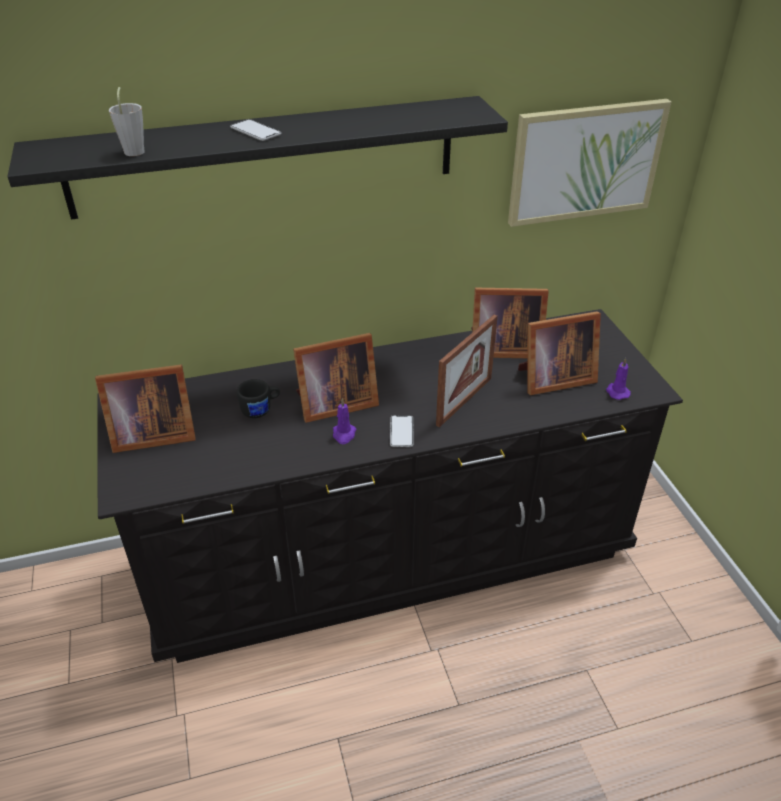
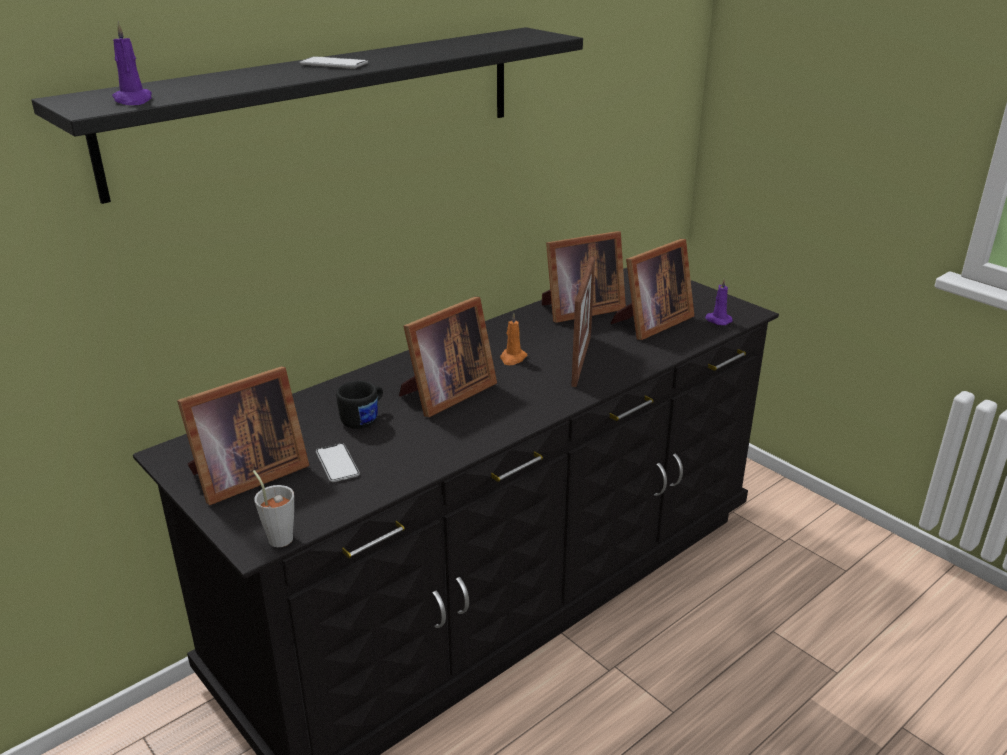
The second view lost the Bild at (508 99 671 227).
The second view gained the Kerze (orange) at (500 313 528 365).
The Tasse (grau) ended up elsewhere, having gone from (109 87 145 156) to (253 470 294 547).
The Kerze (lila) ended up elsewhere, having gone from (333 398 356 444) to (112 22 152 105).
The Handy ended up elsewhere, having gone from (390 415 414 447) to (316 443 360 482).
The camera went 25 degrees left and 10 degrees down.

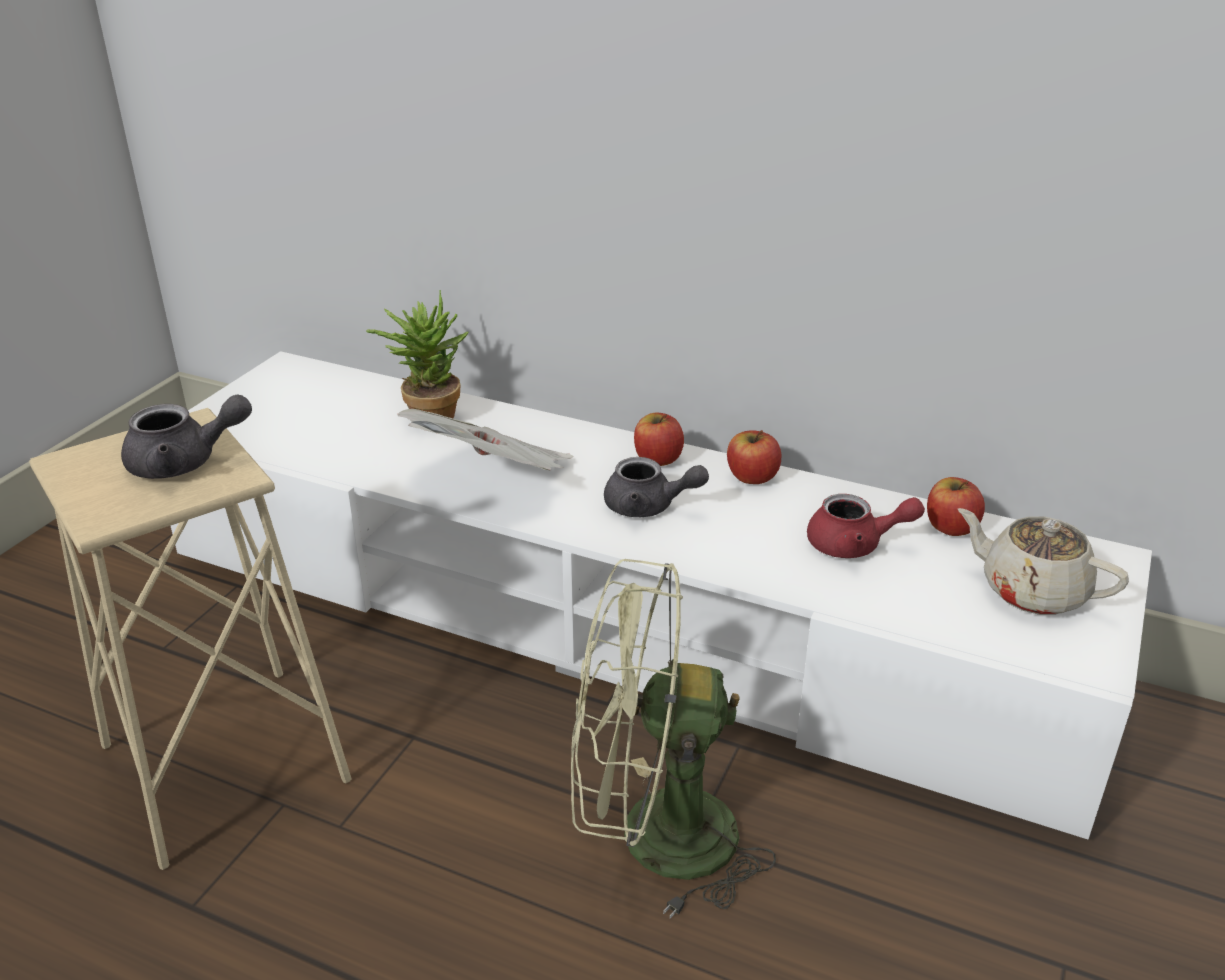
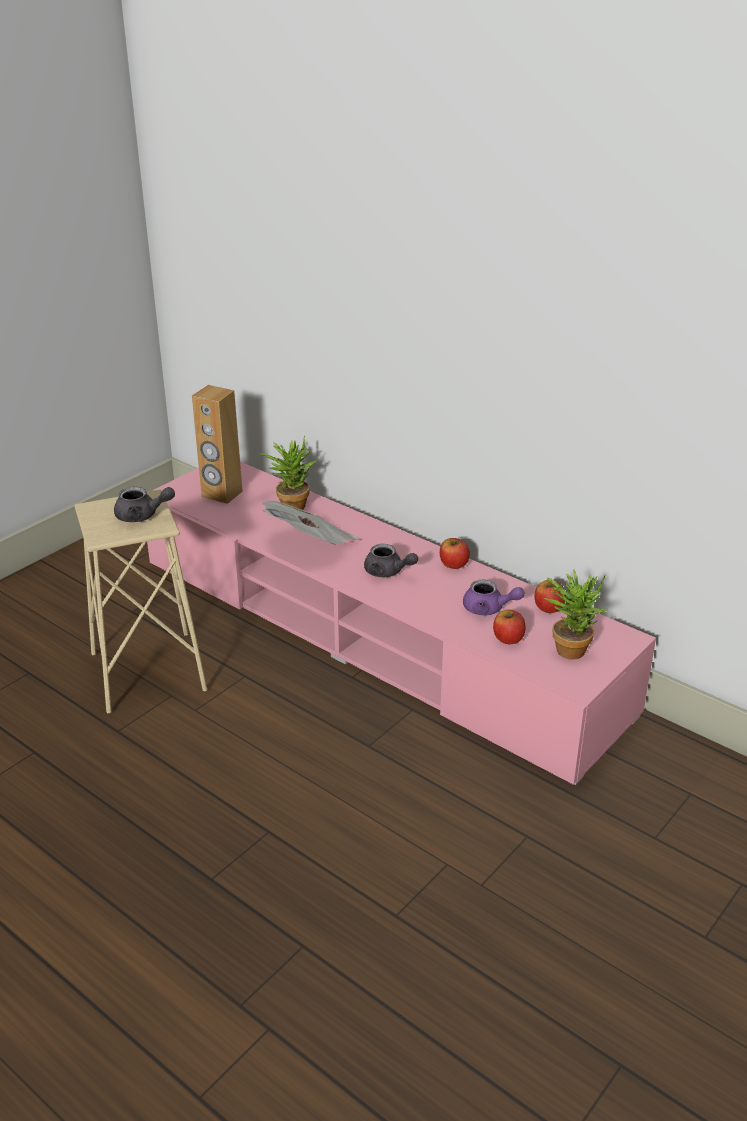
The second view lost the Ventilator (grün) at (571 559 776 919).
The second view gained the Lautsprecher (braun) at (192 385 243 504).
The Apfel ended up elsewhere, having gone from (634 413 684 466) to (493 609 526 644).
Where the Teekanne (beige) stood at (958 508 1129 615), the Topfpflanze came to stand at (544 570 607 660).
What was the Fernsehschrank (weiß) at (171 351 1152 839) turned into the Fernsehschrank (rosa) at (147 462 656 785).
What was the Teekanne (rot) at (807 494 925 558) turned into the Teekanne (lila) at (463 580 525 615).
The camera went 15 degrees right and 0 degrees up.

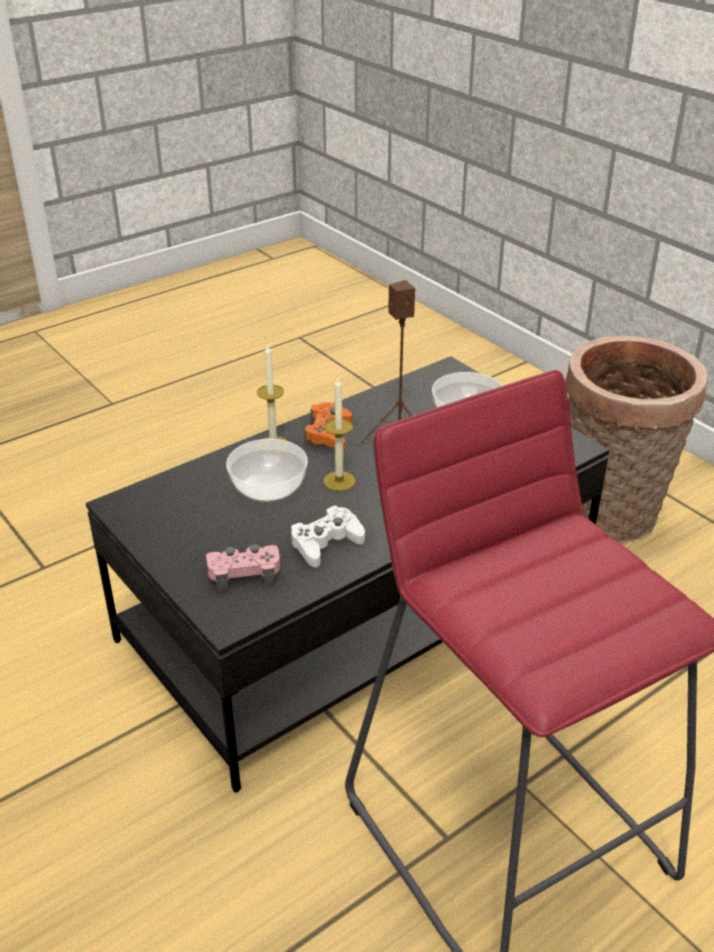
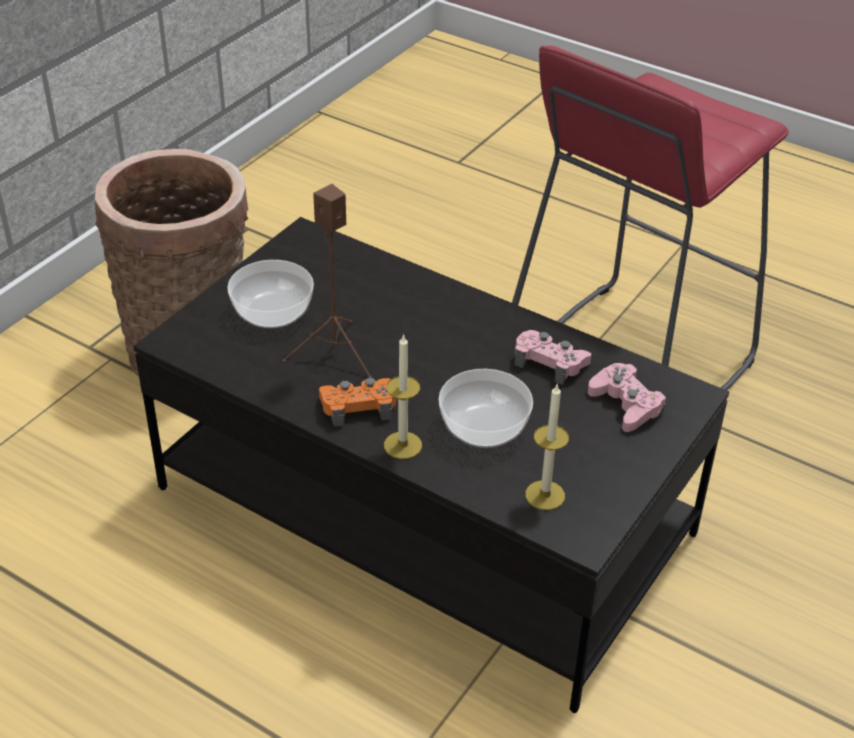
The Kerze ended up elsewhere, having gone from (323 378 355 491) to (525 383 569 510).
What was the Gamepad (weiß) at (291 506 365 567) turned into the Gamepad (rosa) at (514 330 591 385).
The camera went 110 degrees left and 5 degrees up.

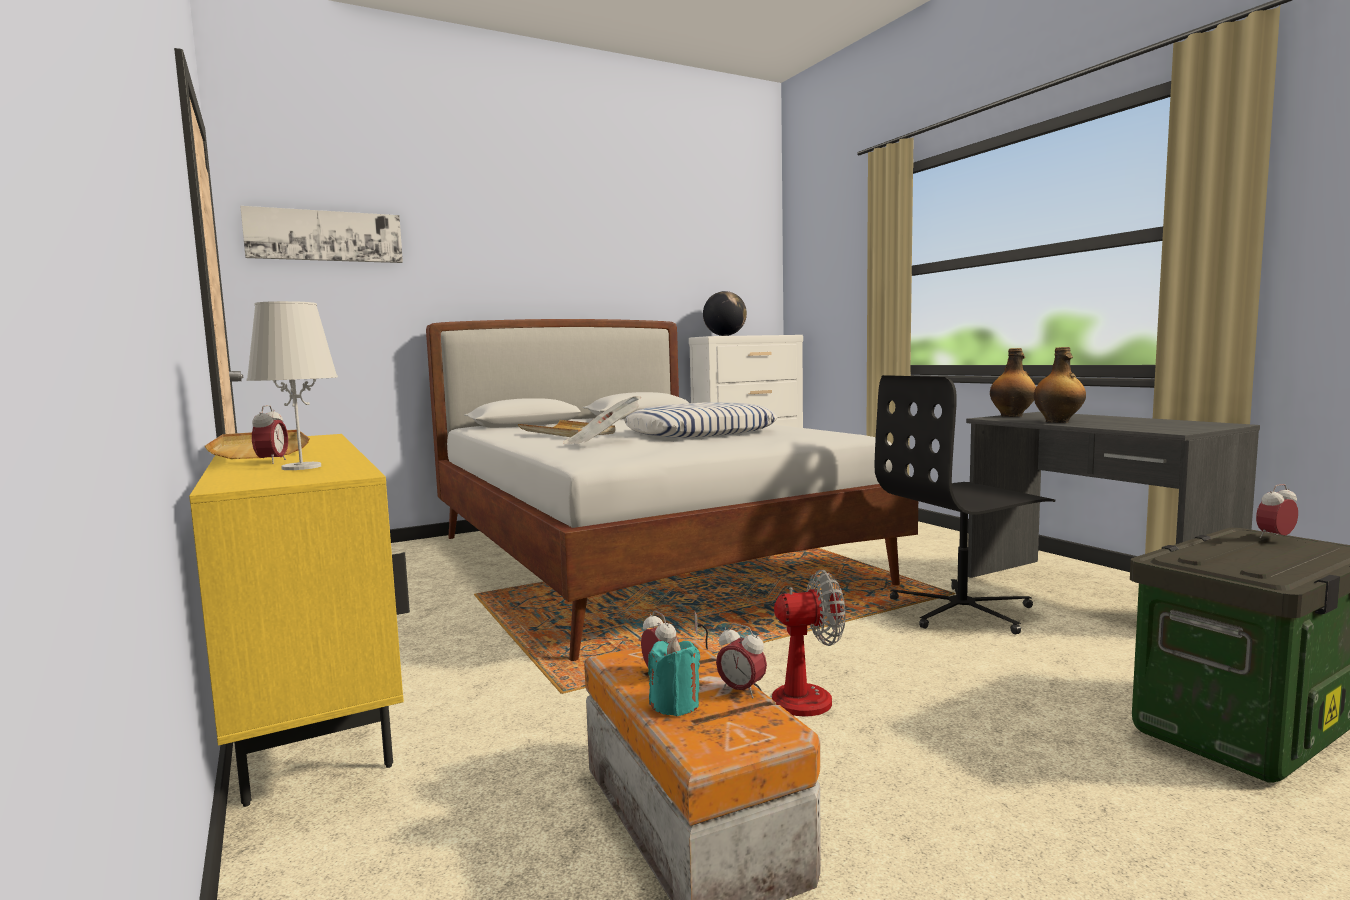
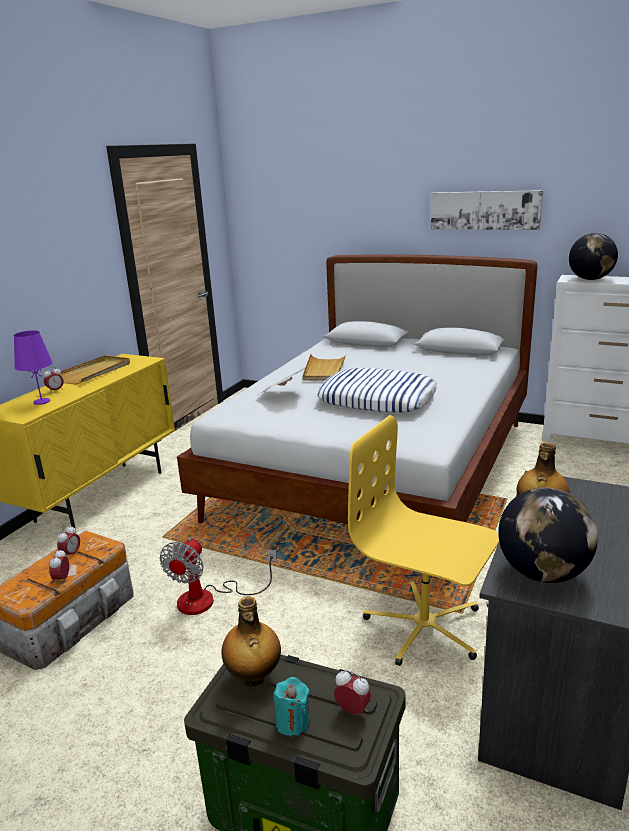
The second view gained the Globus at (498 487 598 583).
The Bild ended up elsewhere, having gone from (240 206 403 263) to (431 190 543 230).
The Kerze (türkis) ended up elsewhere, having gone from (648 637 700 716) to (273 677 310 736).
The Flasche ended up elsewhere, having gone from (990 348 1036 417) to (221 597 281 687).
What was the Tischlampe (weiß) at (246 301 338 470) turned into the Tischlampe (lila) at (14 330 53 405).
What was the Bürostuhl (schwarz) at (875 375 1055 634) turned into the Bürostuhl (gelb) at (348 415 499 666).
The Ventilator at (694 570 846 717) ended up facing another way, 60 degrees clockwise from before.
The camera went 55 degrees right and 15 degrees up.

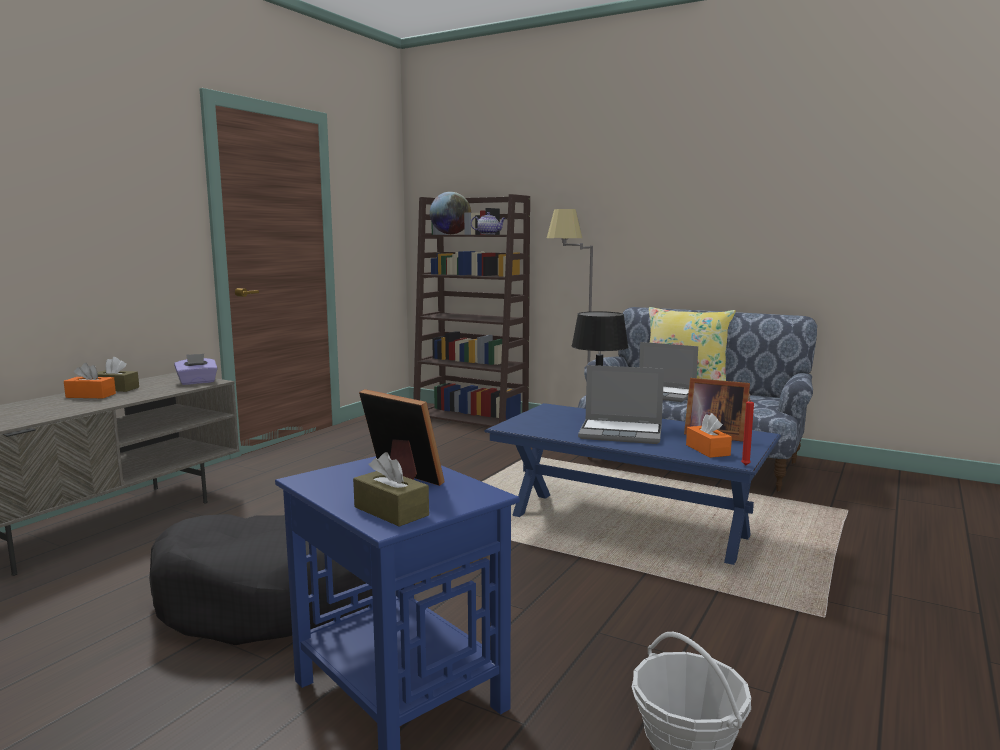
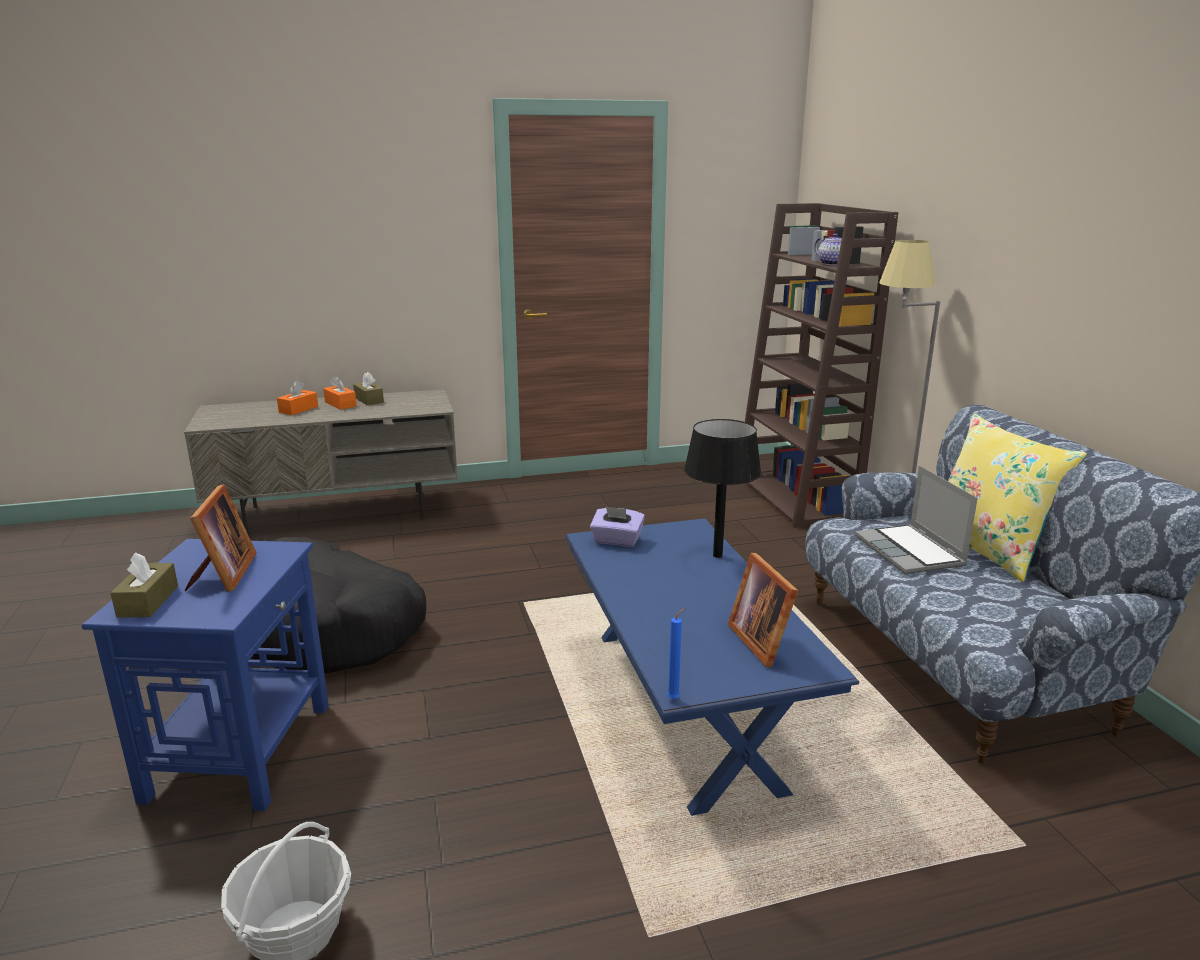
The second view lost the Globus at (430 192 471 234).
The second view lost the Laptop at (578 365 664 444).
The Taschentuchbox (lila) ended up elsewhere, having gone from (174 354 218 385) to (590 506 645 547).
The Taschentuchbox (orange) ended up elsewhere, having gone from (686 413 732 458) to (277 381 318 415).
What was the Kerze (rot) at (741 393 754 466) turned into the Kerze (blau) at (667 608 685 700).
The camera went 45 degrees right and 10 degrees up.

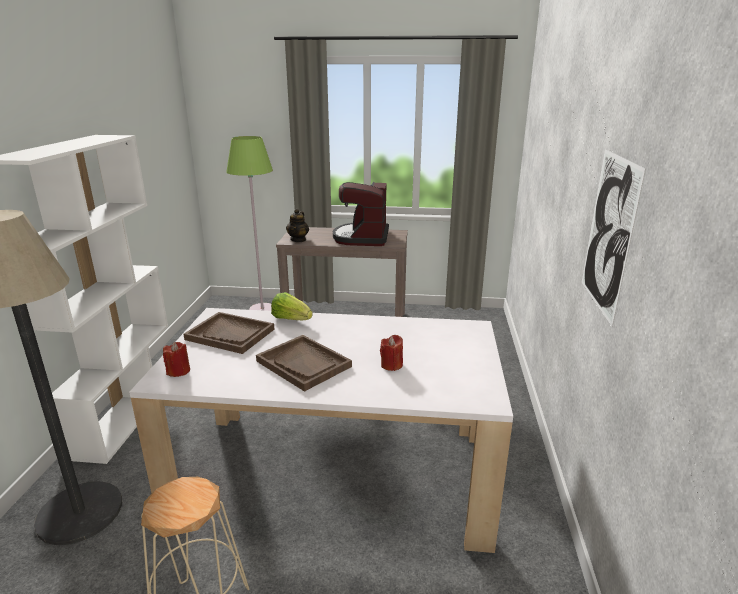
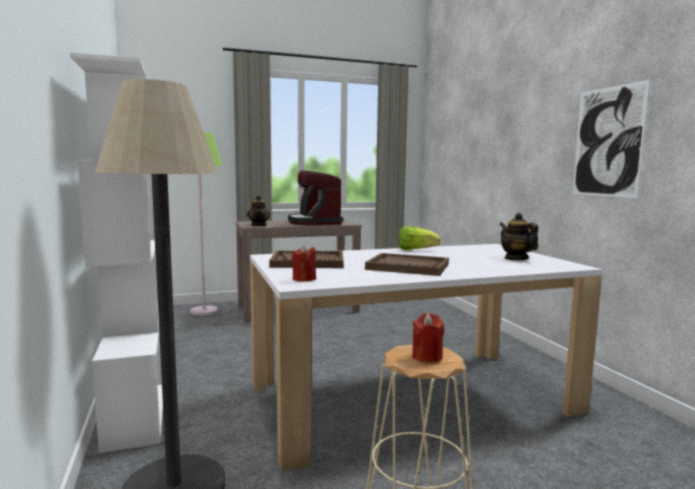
The second view gained the Teekanne at (500 213 538 260).
The Salatkopf ended up elsewhere, having gone from (271 292 313 320) to (398 226 441 250).
The Kerze (rot) ended up elsewhere, having gone from (380 335 403 371) to (412 313 444 362).
The camera went 25 degrees left and 15 degrees down.

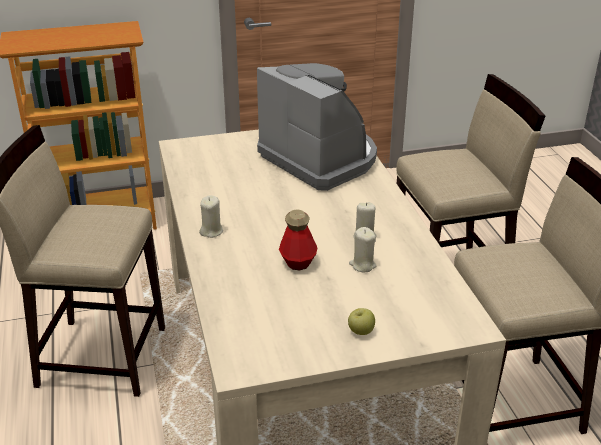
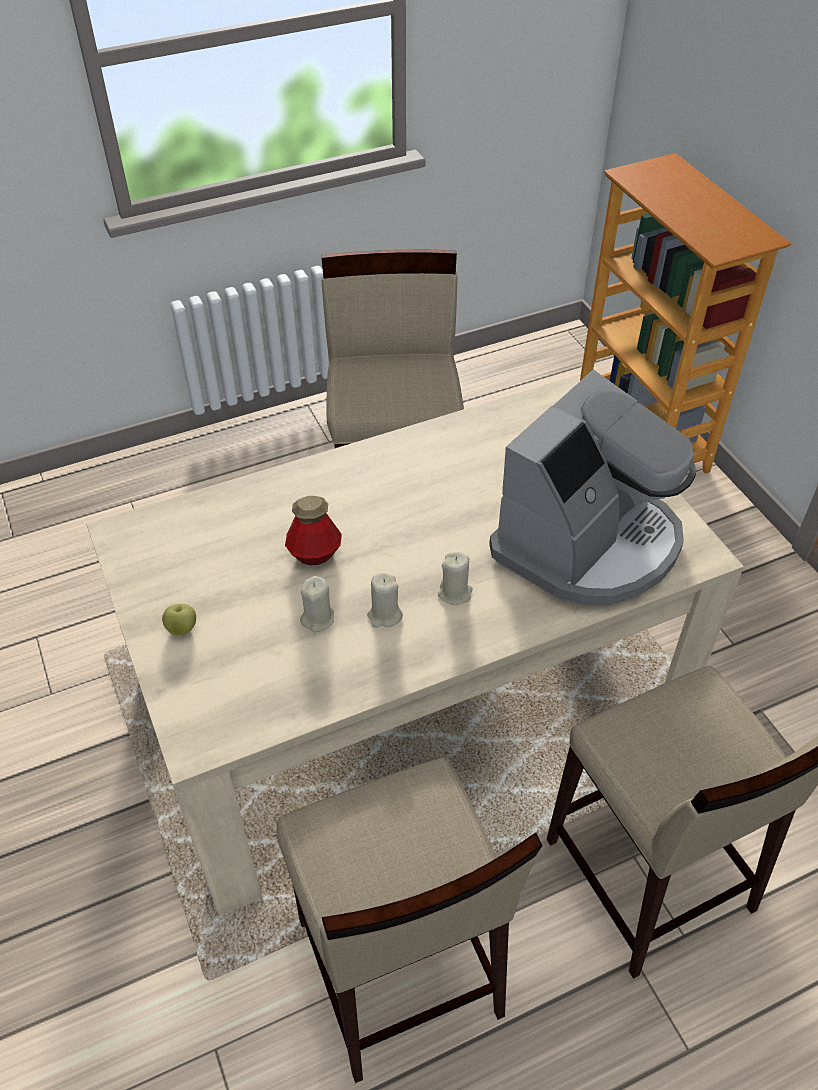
The Kerze (beige) ended up elsewhere, having gone from (199 196 223 238) to (438 552 473 605).
The camera went 80 degrees right and 15 degrees up.

